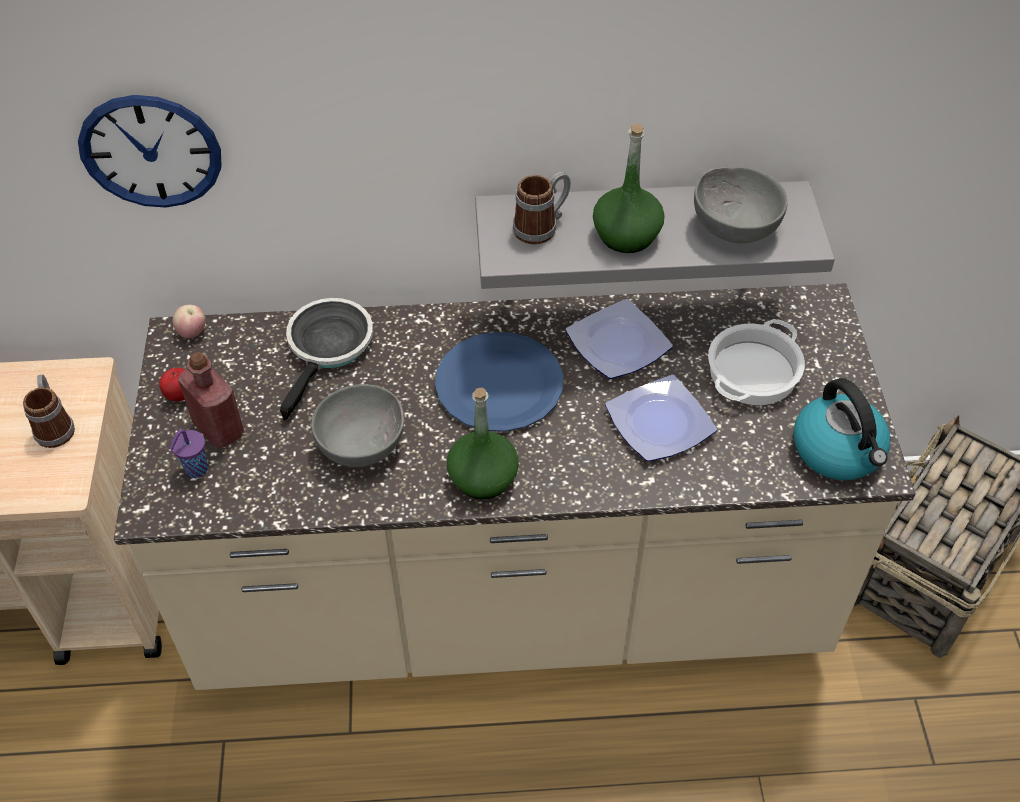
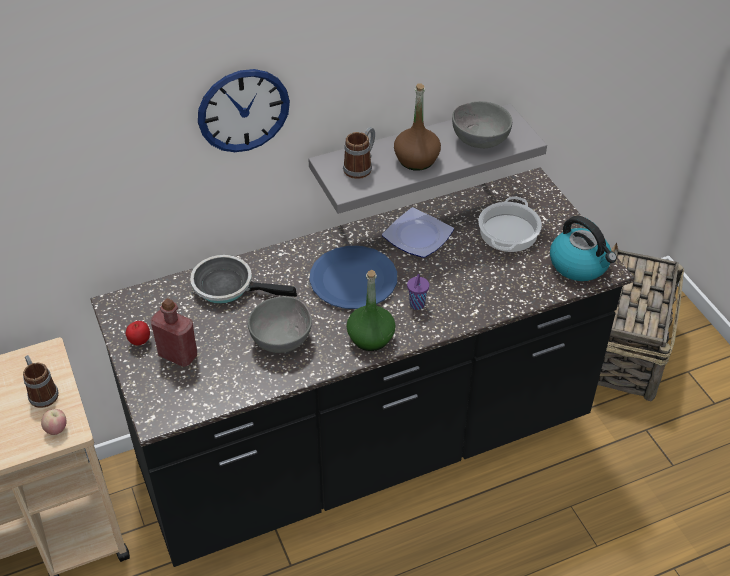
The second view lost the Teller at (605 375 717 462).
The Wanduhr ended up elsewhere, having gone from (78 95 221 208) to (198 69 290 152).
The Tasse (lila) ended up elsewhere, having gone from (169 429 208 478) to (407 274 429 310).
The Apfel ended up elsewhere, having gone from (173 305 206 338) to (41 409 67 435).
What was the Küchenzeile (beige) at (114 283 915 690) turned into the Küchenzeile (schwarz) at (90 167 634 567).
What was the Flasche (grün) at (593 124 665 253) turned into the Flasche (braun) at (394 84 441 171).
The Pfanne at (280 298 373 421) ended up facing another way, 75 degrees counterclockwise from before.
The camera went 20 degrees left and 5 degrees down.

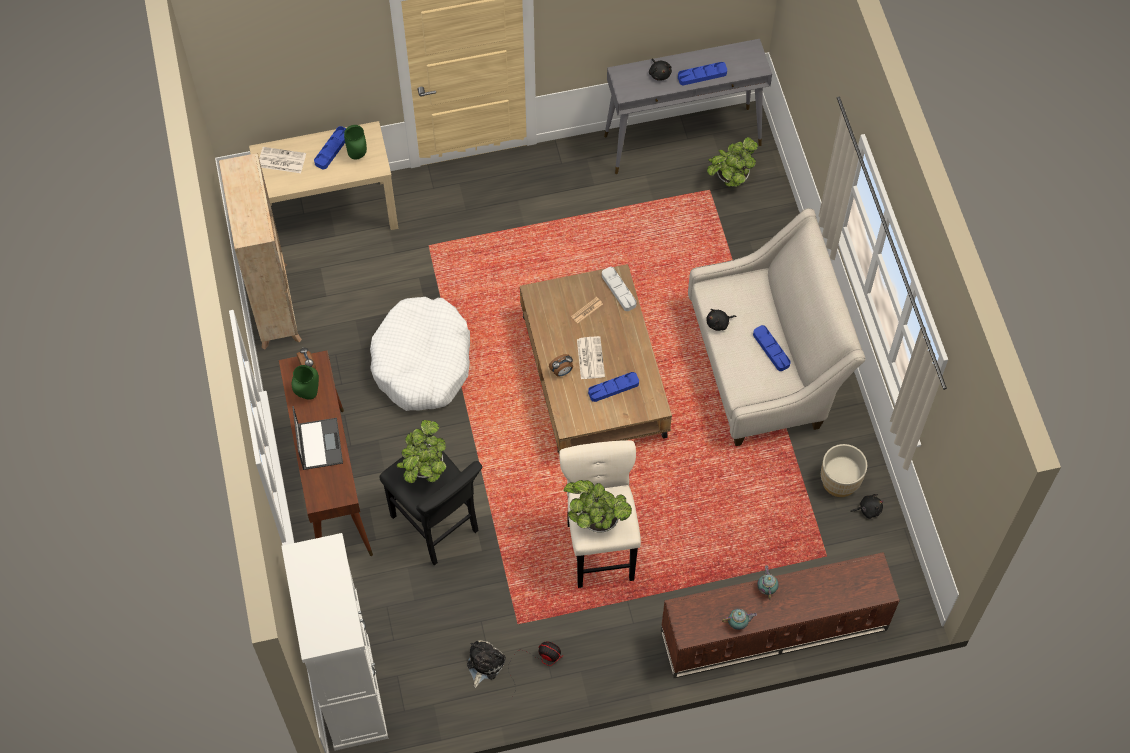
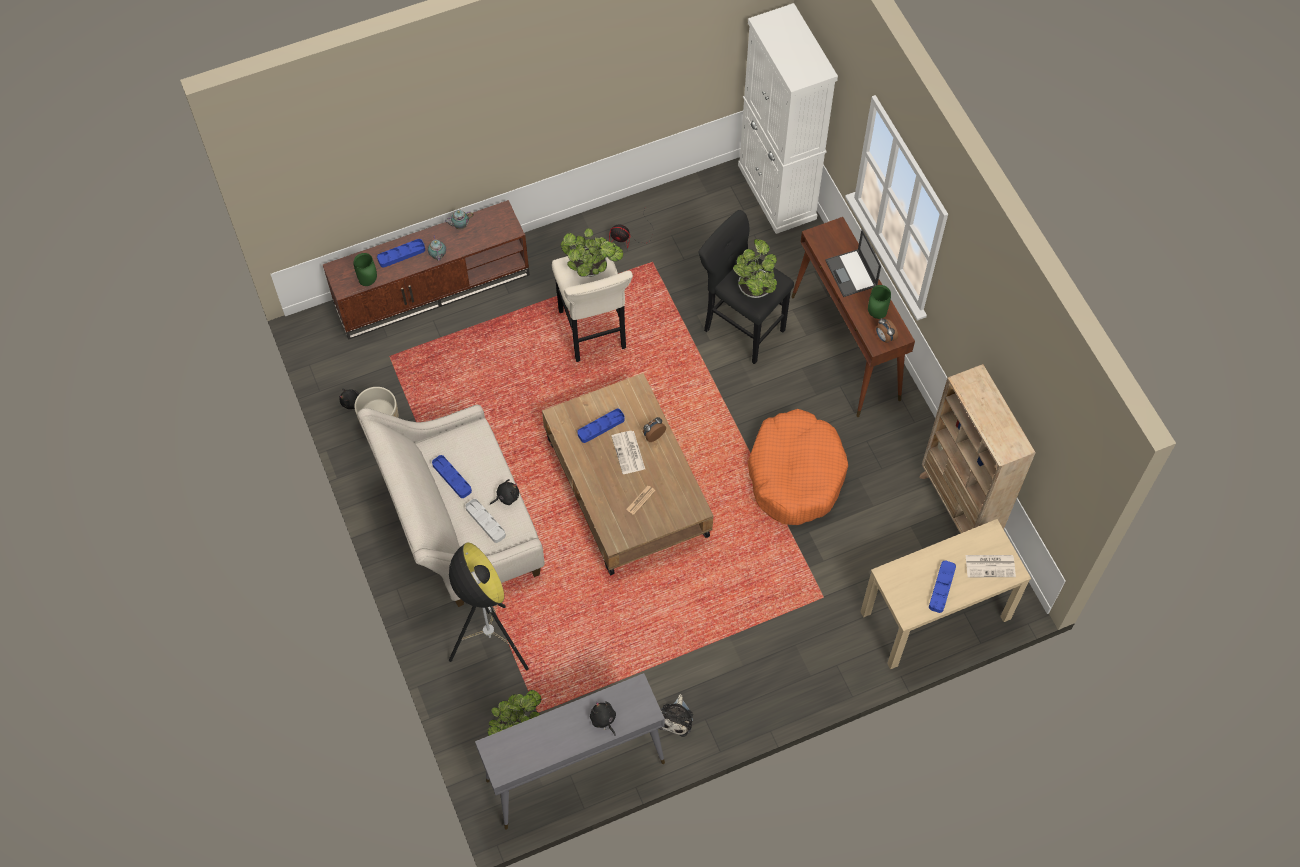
The second view gained the Stehlampe at (449 542 529 670).
The Vase (grün) ended up elsewhere, having gone from (344 125 367 159) to (353 253 377 286).
The Plüschtier ended up elsewhere, having gone from (467 640 506 688) to (659 694 693 737).
The Tablett (grau) ended up elsewhere, having gone from (602 267 637 311) to (465 499 506 543).
The Tablett (blau) ended up elsewhere, having gone from (678 62 727 85) to (377 239 425 268).
What was the Hundebett (weiß) at (370 297 470 411) turned into the Hundebett (orange) at (748 409 848 525).
The camera went 170 degrees right and 0 degrees up.

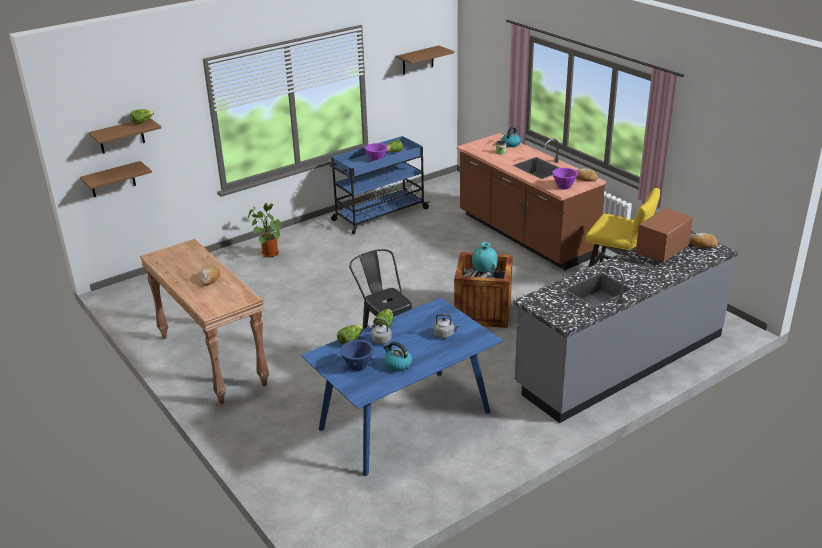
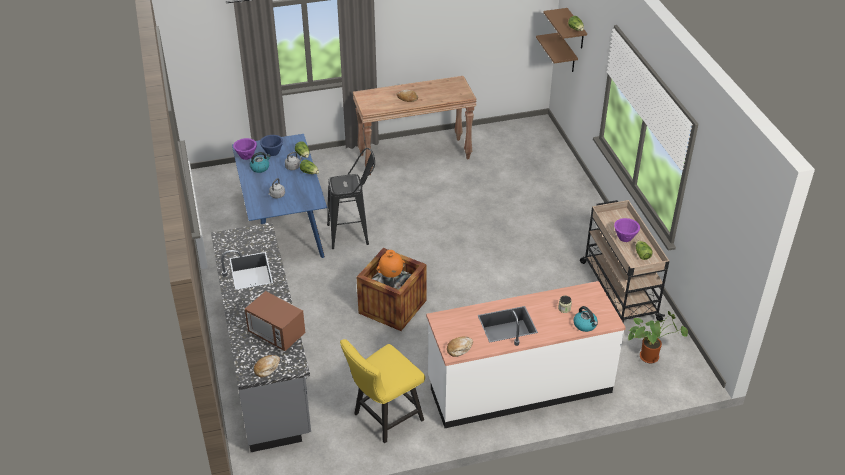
The second view lost the Wandregal (braun) at (396 46 454 75).
The Topfpflanze ended up elsewhere, having gone from (247 203 284 257) to (628 311 688 363).
The Schüssel (lila) ended up elsewhere, having gone from (552 168 578 189) to (233 138 257 160).
What was the Rollwagen (blau) at (330 136 430 234) turned into the Rollwagen (beige) at (580 200 669 323).
What was the Küchenzeile (braun) at (457 133 606 270) turned into the Küchenzeile (weiß) at (426 281 626 428).
What was the Vase (türkis) at (472 242 498 273) turned into the Vase (orange) at (377 250 405 278).
The Mikrowelle at (636 208 693 263) ended up facing another way, 150 degrees clockwise from before.
The camera went 110 degrees right and 10 degrees up.

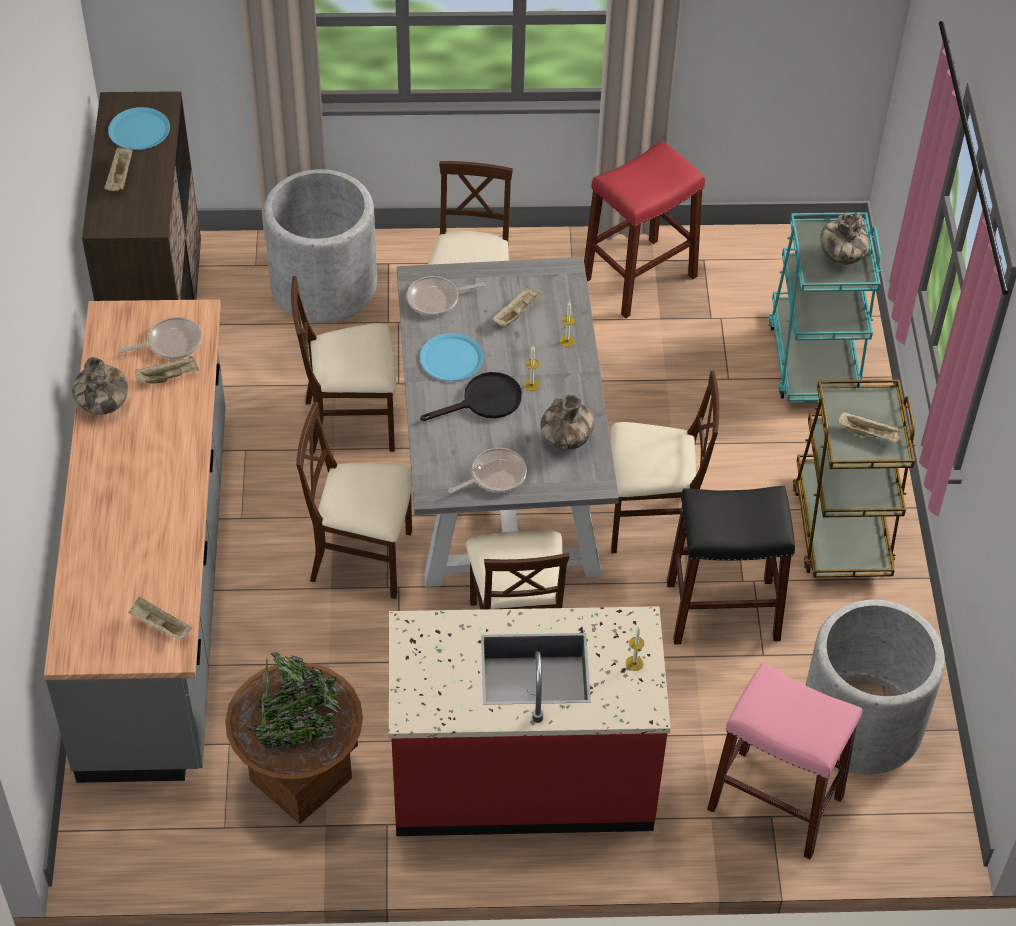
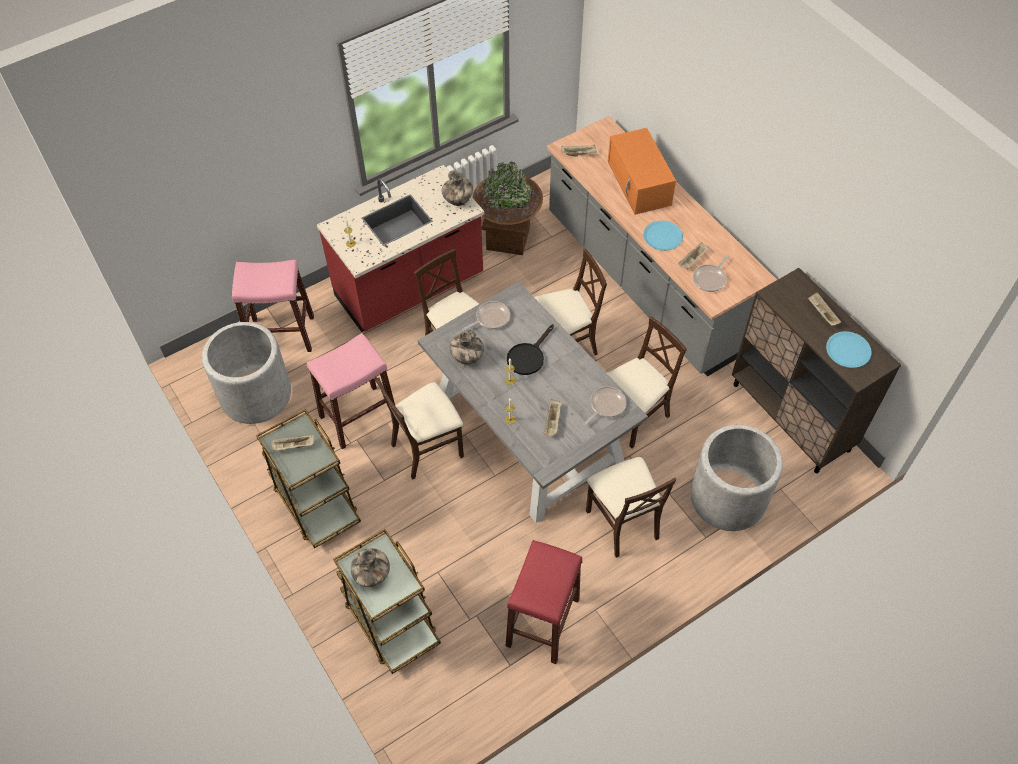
The second view gained the Mikrowelle (orange) at (608 128 676 215).
The Vase ended up elsewhere, having gone from (72 357 128 415) to (441 171 473 206).
The Teller (blau) ended up elsewhere, having gone from (420 333 483 381) to (643 221 683 251).
What was the Hocker (schwarz) at (667 486 795 644) turned into the Hocker (rosa) at (307 333 395 449).
What was the Rollwagen (türkis) at (768 212 881 401) turned into the Rollwagen (braun) at (333 529 441 674).
The Pfanne at (448 448 527 493) ended up facing another way, 150 degrees counterclockwise from before.
The camera went 150 degrees right and 5 degrees up.

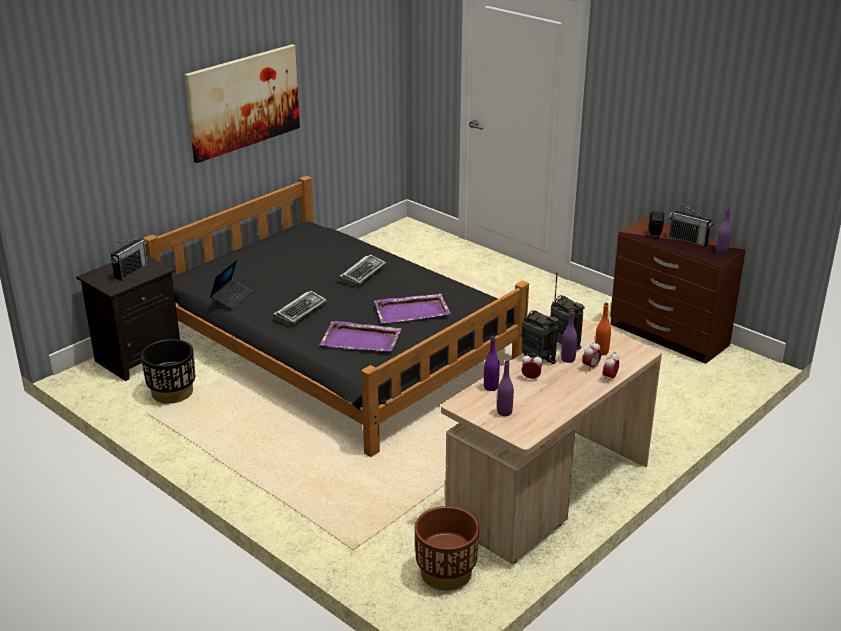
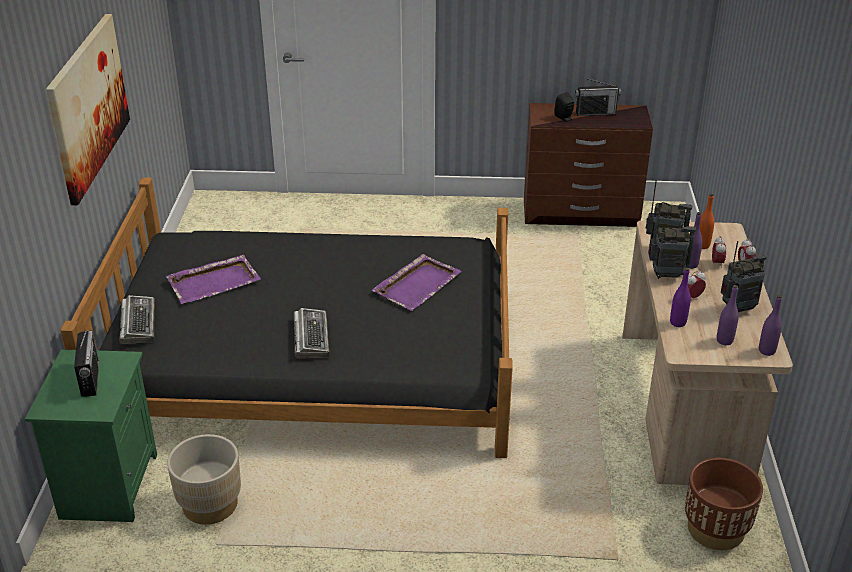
The second view lost the Laptop at (210 259 253 310).
The second view gained the Radio at (721 241 767 312).
The Tablett (lila) ended up elsewhere, having gone from (319 321 402 351) to (166 255 261 304).
The Tastatur ended up elsewhere, having gone from (339 254 386 287) to (119 295 155 344).
The Flasche (lila) ended up elsewhere, having gone from (716 208 731 254) to (759 295 782 356).
What was the Nachttisch (schwarz) at (76 255 180 381) turned into the Nachttisch (grün) at (25 349 157 522).
What was the Pflanzkübel (schwarz) at (141 339 195 404) turned into the Pflanzkübel (beige) at (167 434 241 525).
The camera went 40 degrees left and 5 degrees up.

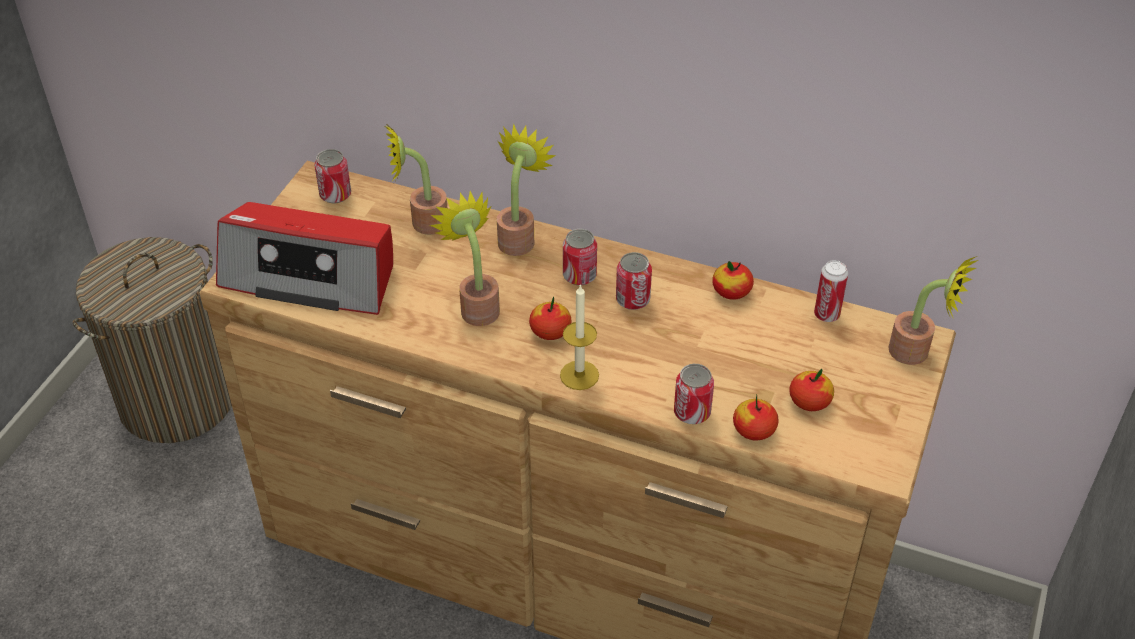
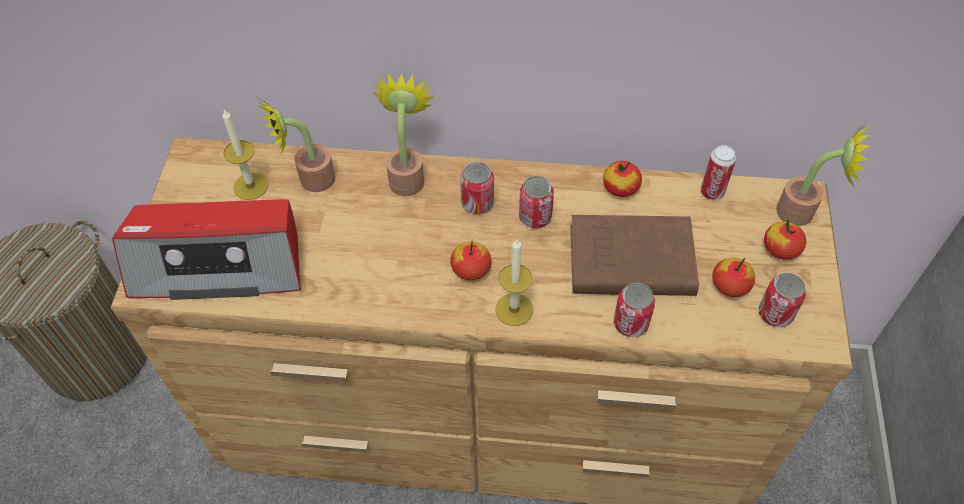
The second view lost the Topfpflanze at (430 191 500 326).
The second view gained the Kerze at (222 110 268 200).
The second view gained the Buch (braun) at (570 215 699 296).
The Dose ended up elsewhere, having gone from (314 149 351 204) to (759 273 806 327).
The Apfel ended up elsewhere, having gone from (733 395 779 440) to (764 219 806 260).
The camera went 15 degrees left and 10 degrees up.

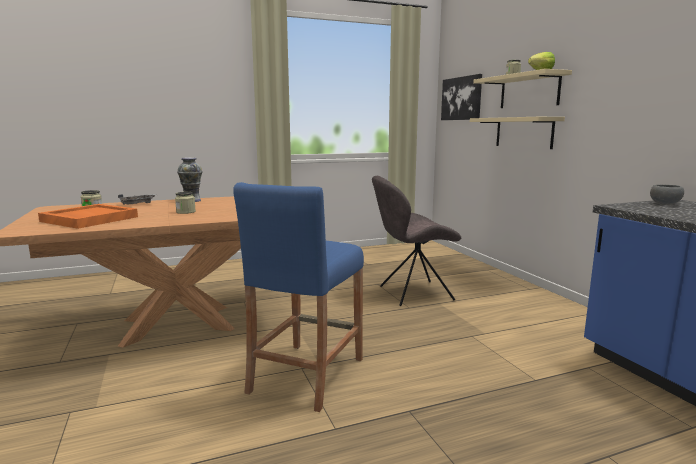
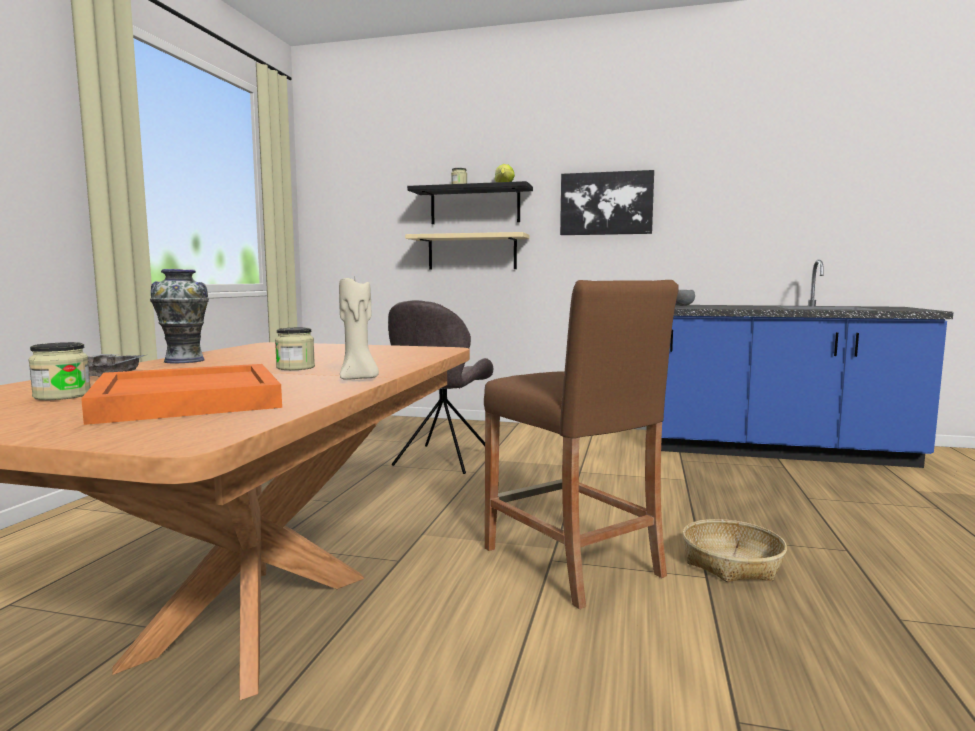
The second view gained the Kerze (beige) at (339 278 379 380).
The second view gained the Korb at (682 519 787 582).
The Bild ended up elsewhere, having gone from (441 74 482 120) to (560 170 654 235).
What was the Hocker (blau) at (233 182 364 412) turned into the Hocker (braun) at (484 280 678 609).
What was the Wandregal (beige) at (473 69 572 108) turned into the Wandregal (schwarz) at (407 181 533 224).
The camera went 55 degrees left and 5 degrees down.

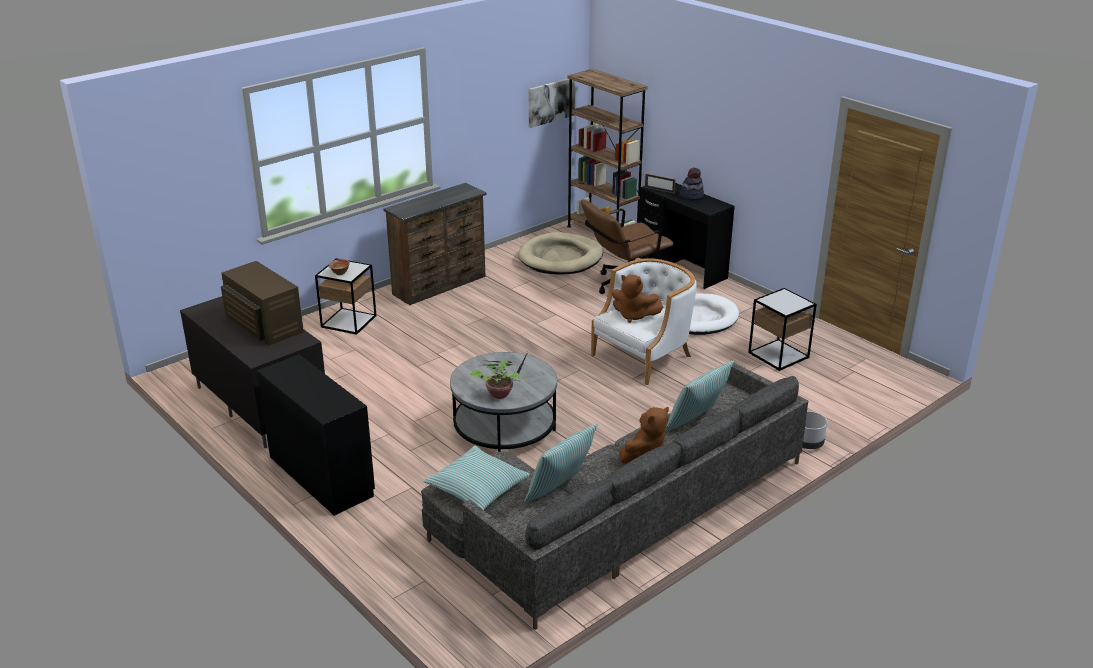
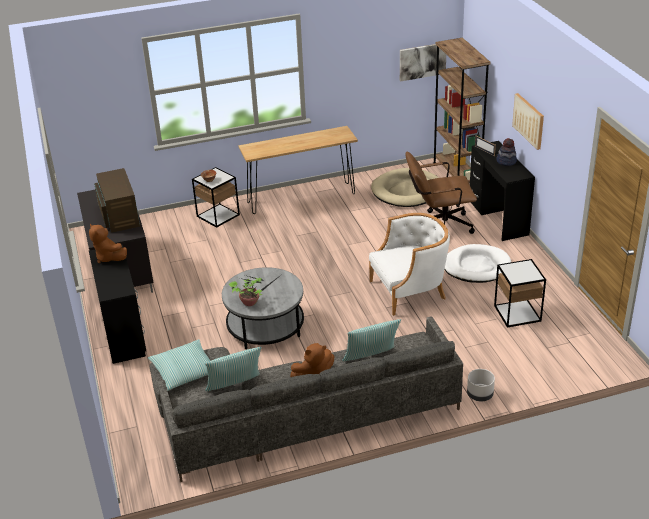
The second view gained the Bild at (512 93 544 150).
The Plüschtier (braun) ended up elsewhere, having gone from (611 275 663 323) to (89 224 127 263).
Where the Kommode (braun) stood at (383 183 486 305), the Konsolentisch (braun) came to stand at (238 126 358 214).
The camera went 25 degrees right and 5 degrees up.

